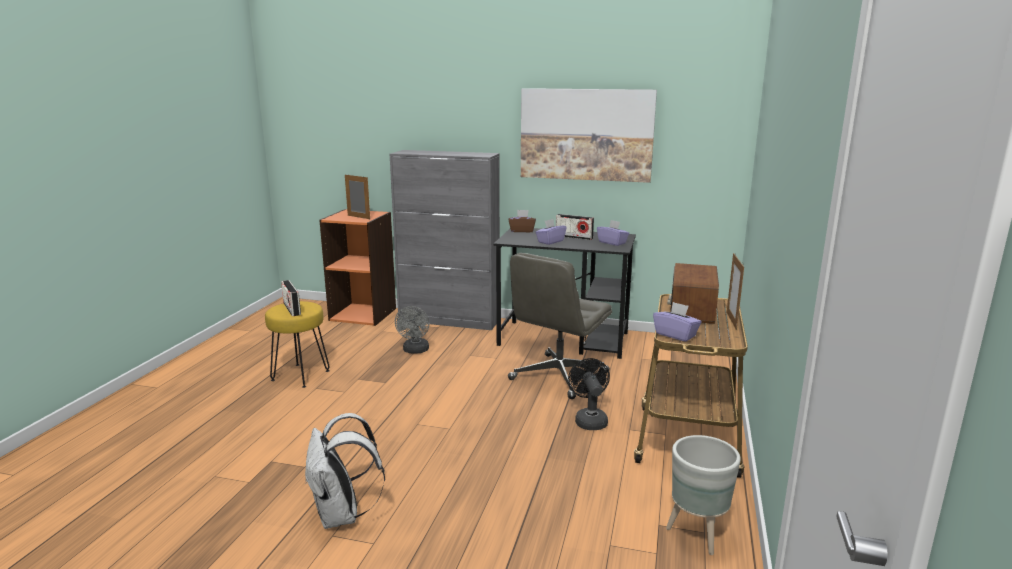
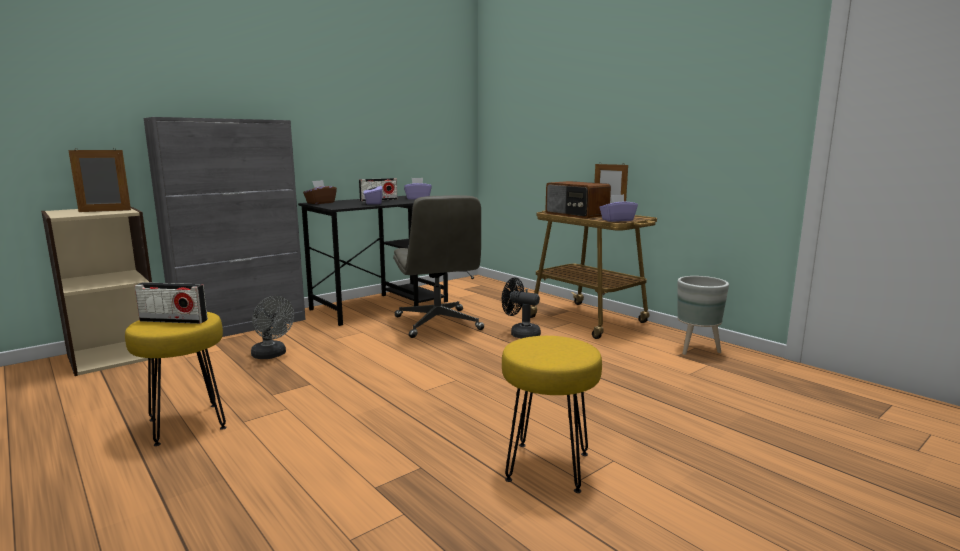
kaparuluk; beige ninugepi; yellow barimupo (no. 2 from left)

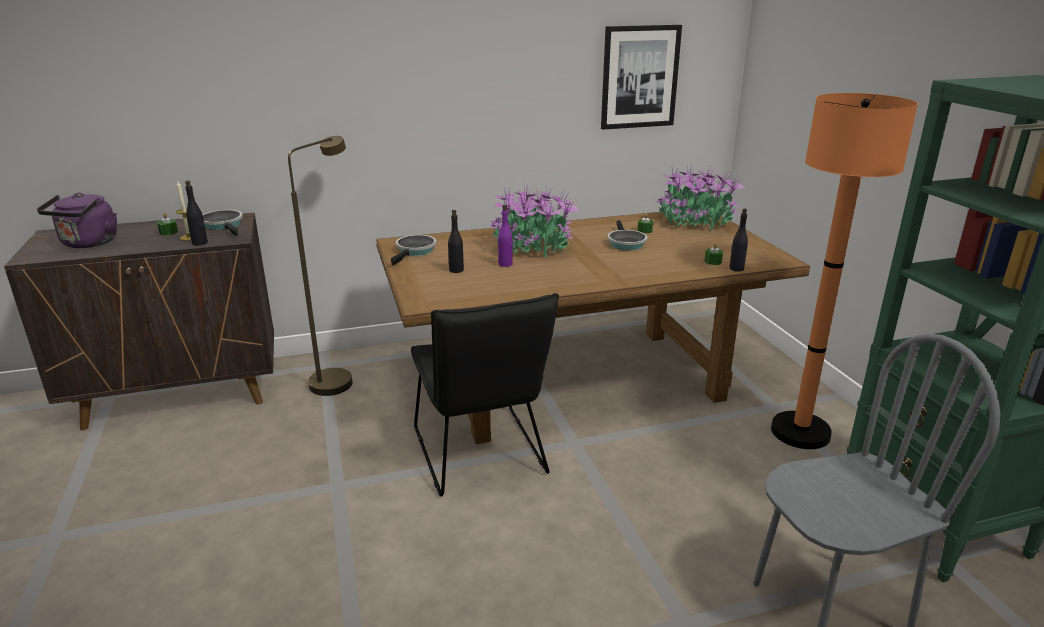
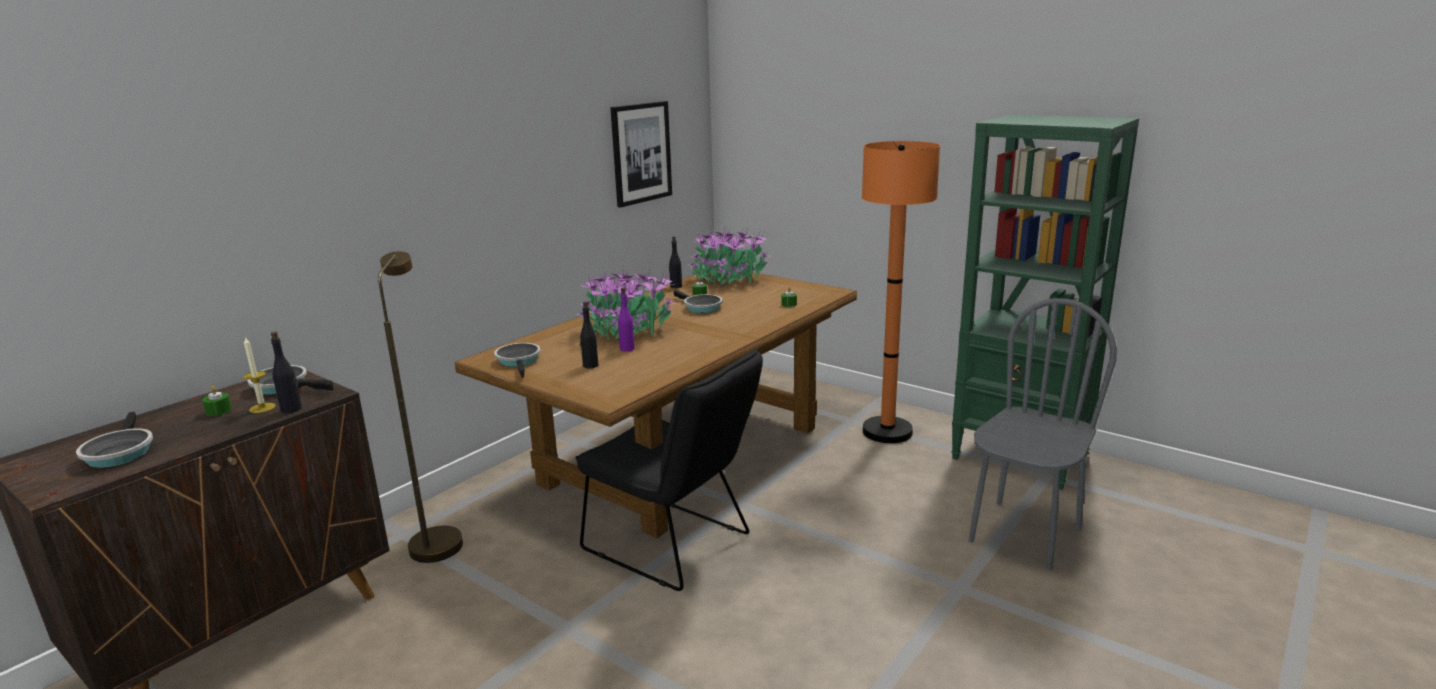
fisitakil (no. 1 from left); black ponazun (no. 3 from left)

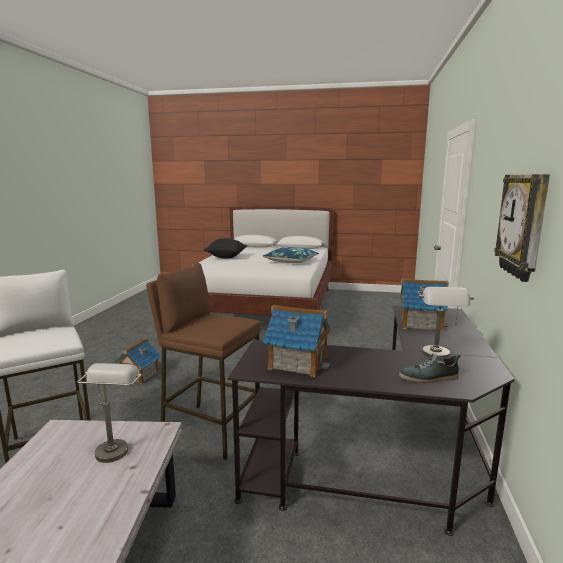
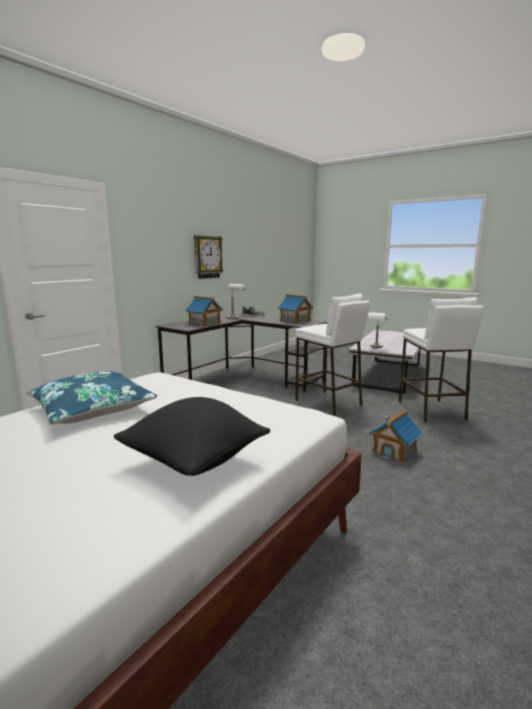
white barimupo (no. 1 from left)

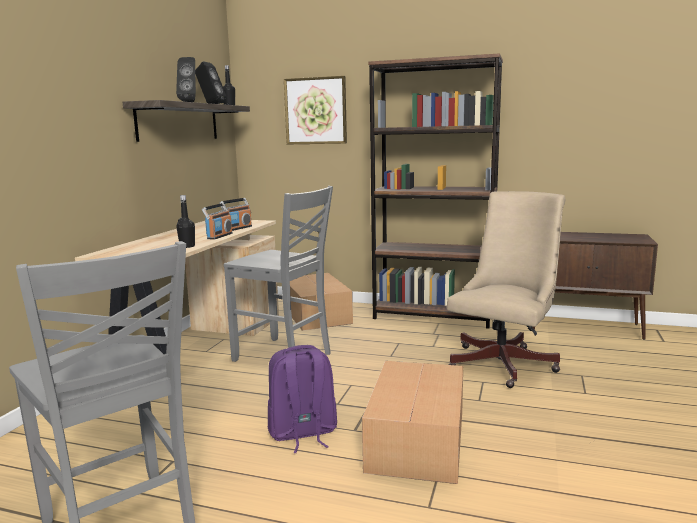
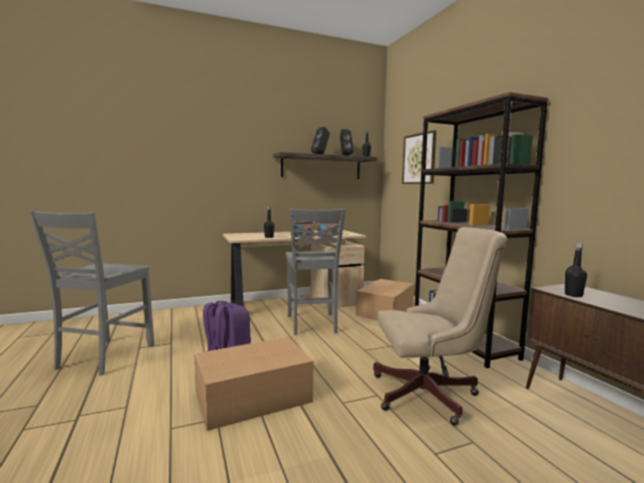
black ponazun (no. 3 from left)

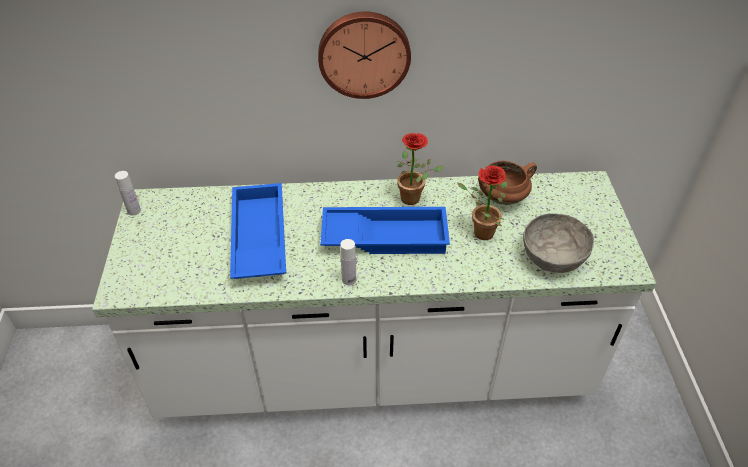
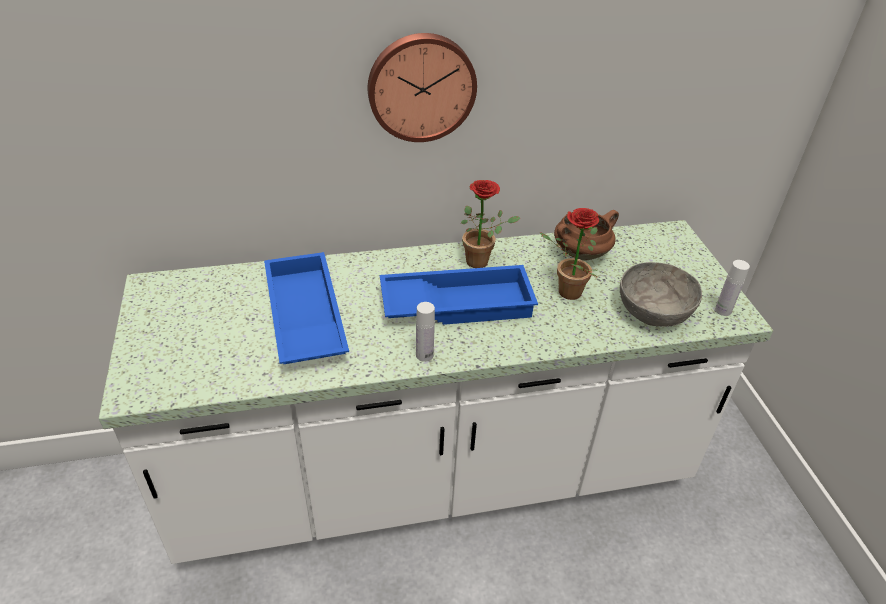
white ponazun (no. 2 from left)

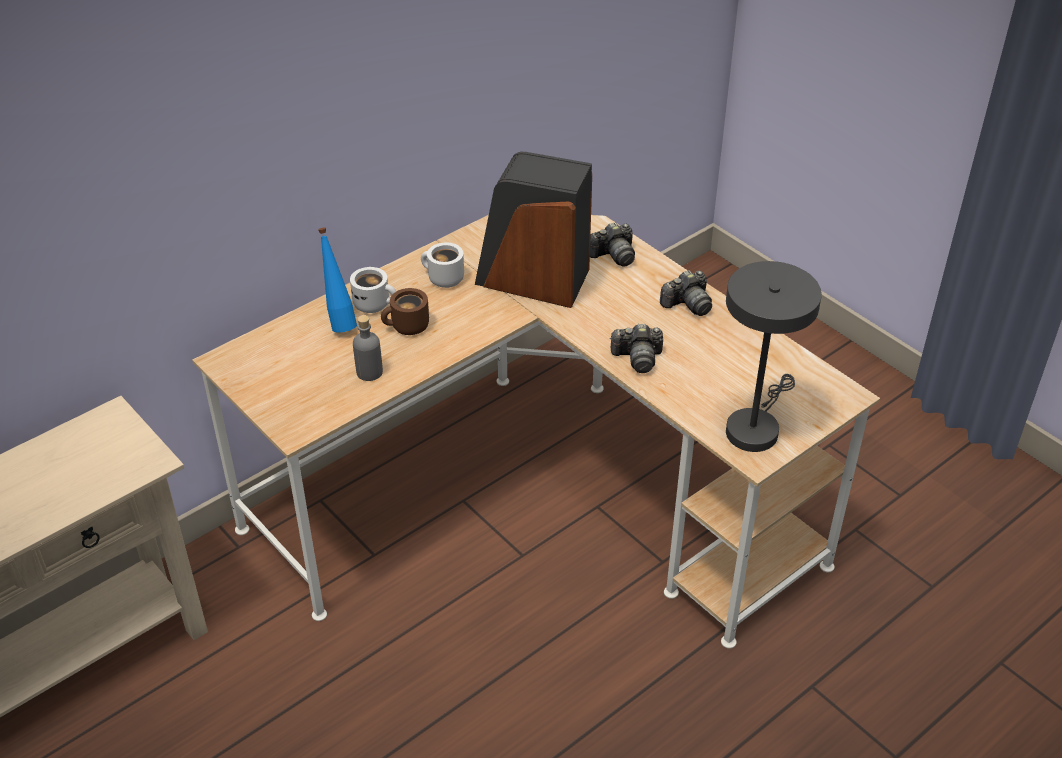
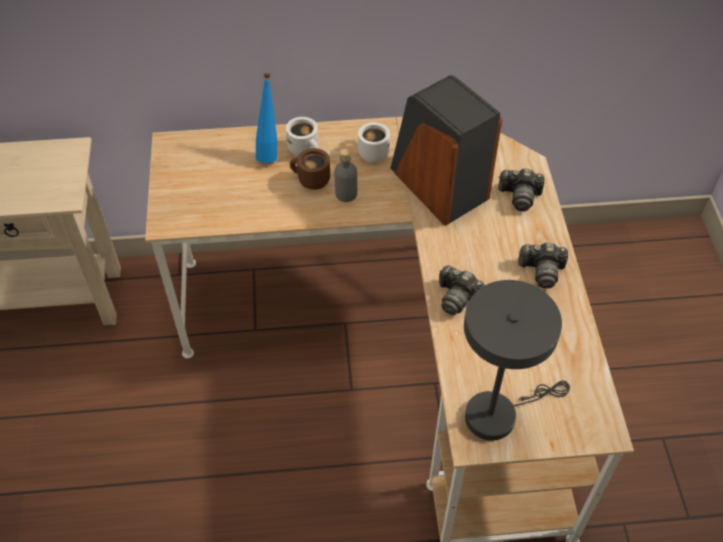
grey ponazun

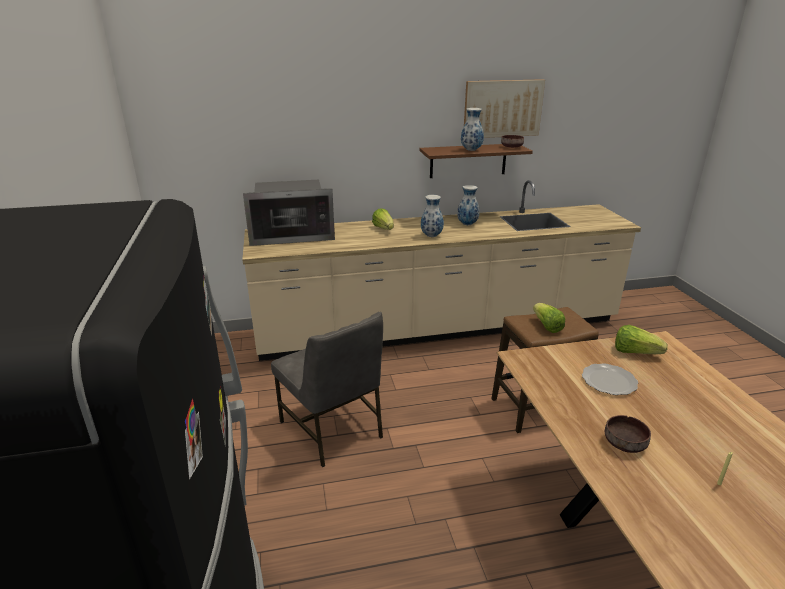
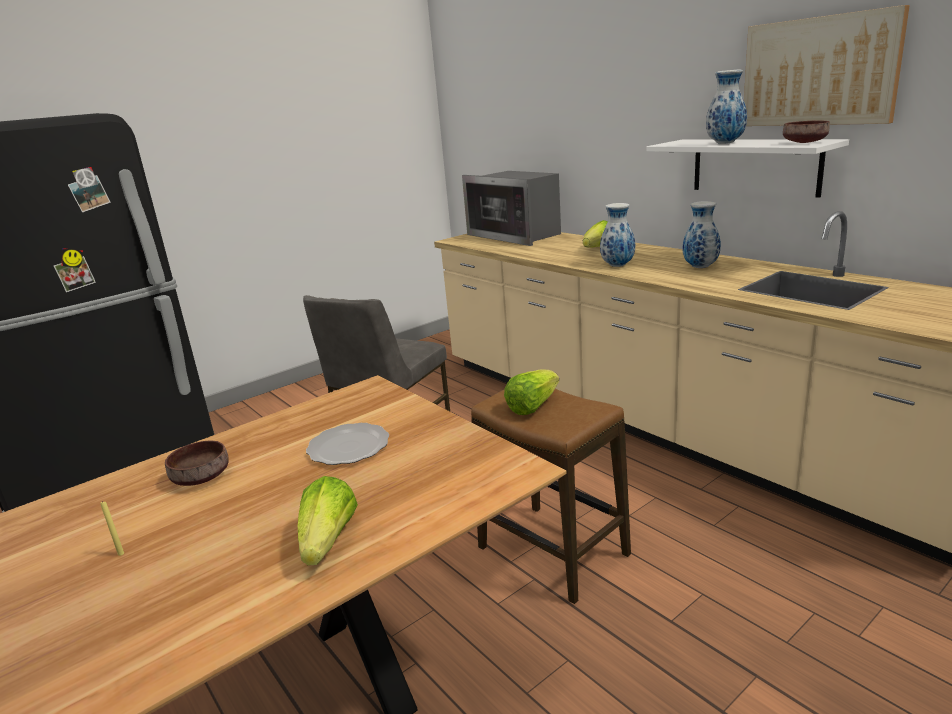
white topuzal; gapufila (no. 1 from left)

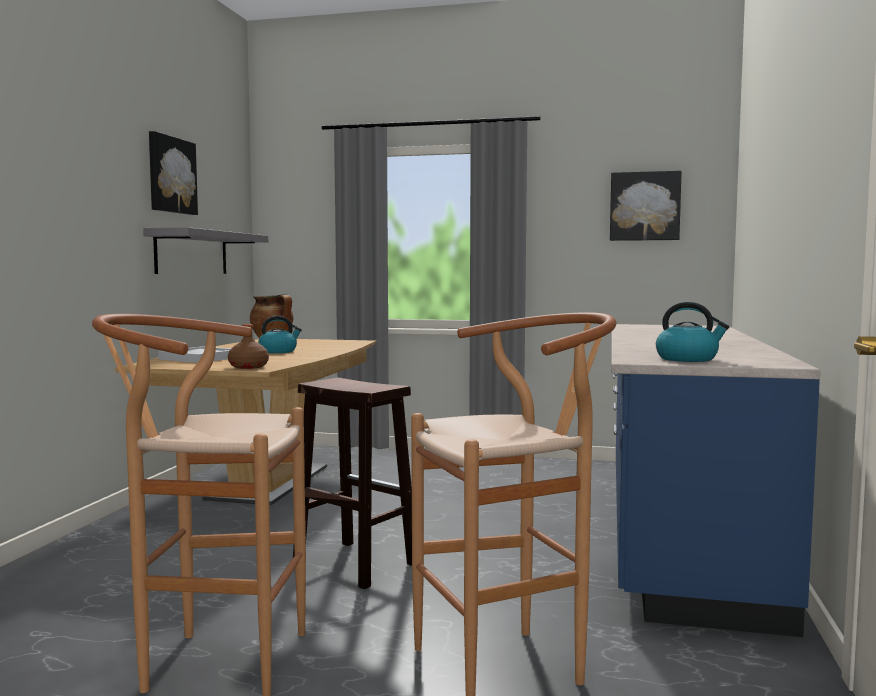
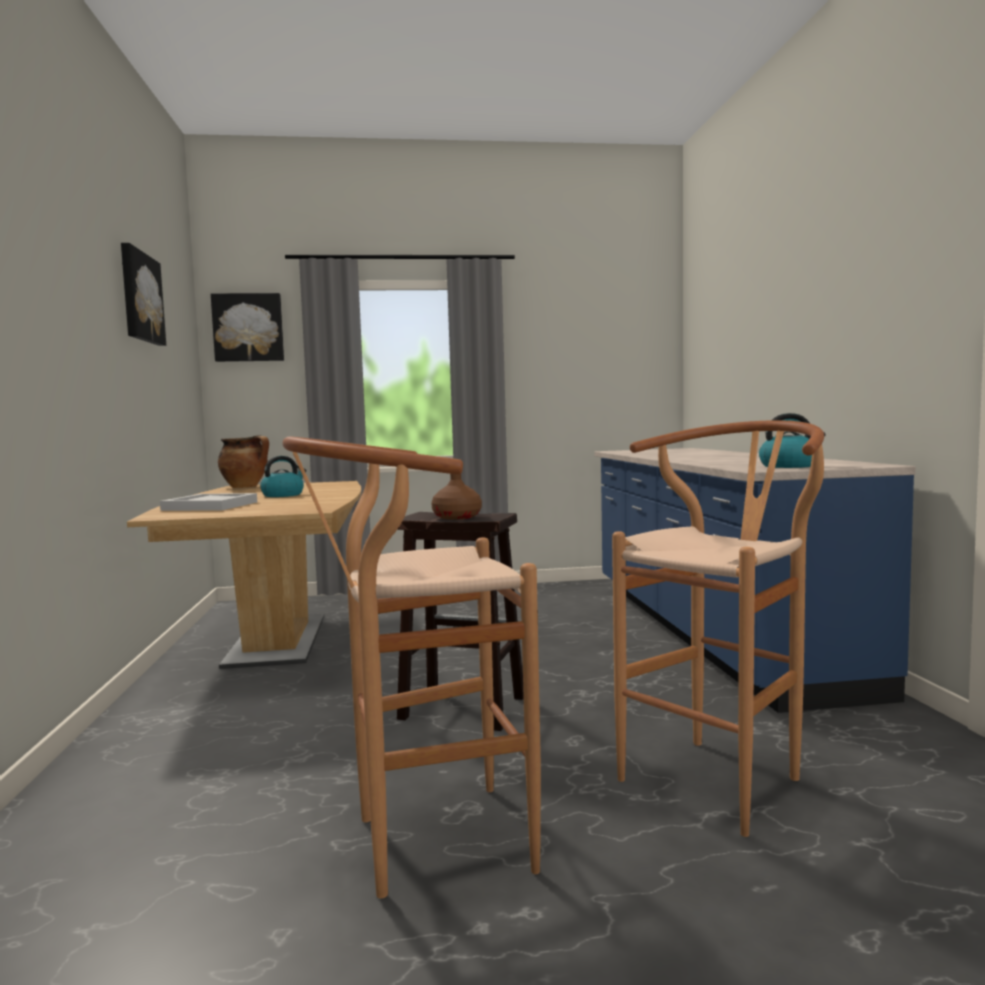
kaparuluk (no. 2 from left); grey topuzal; brown ponazun

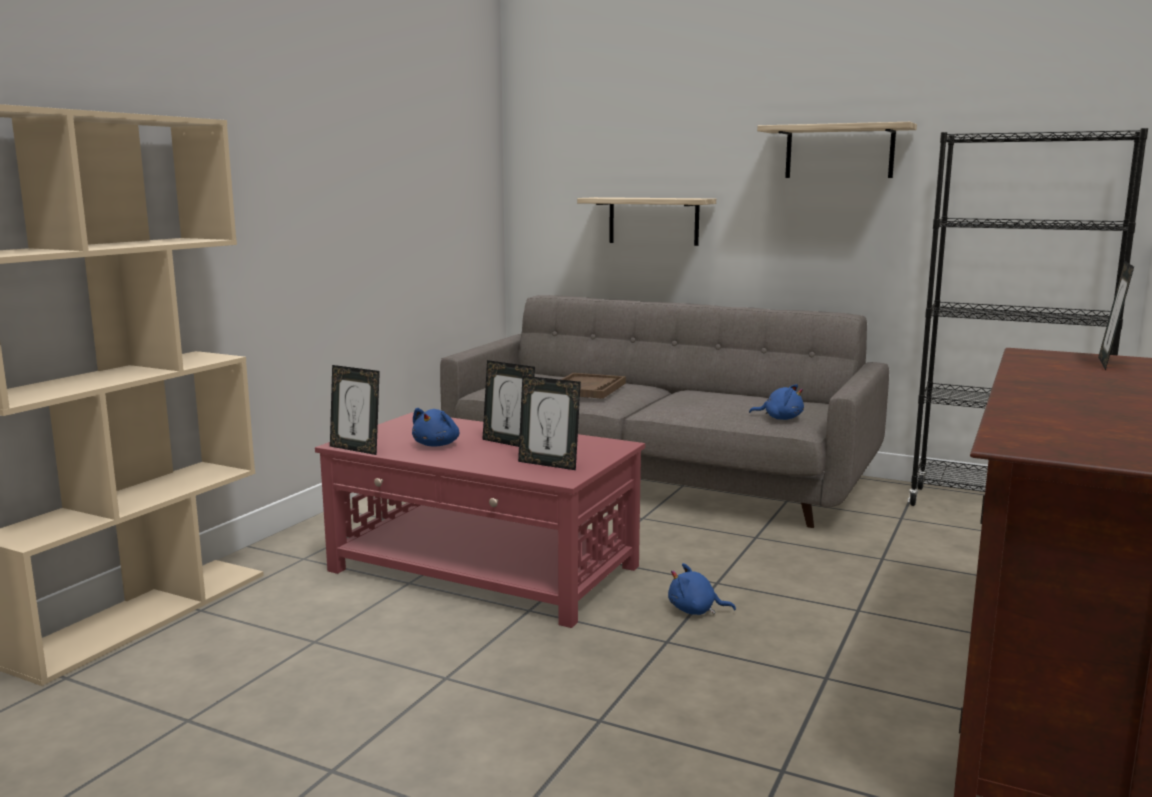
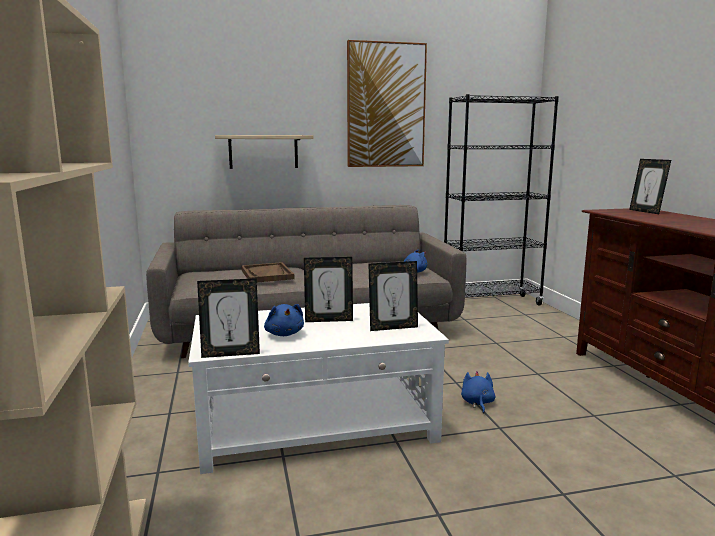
kaparuluk; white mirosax; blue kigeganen (no. 3 from left)

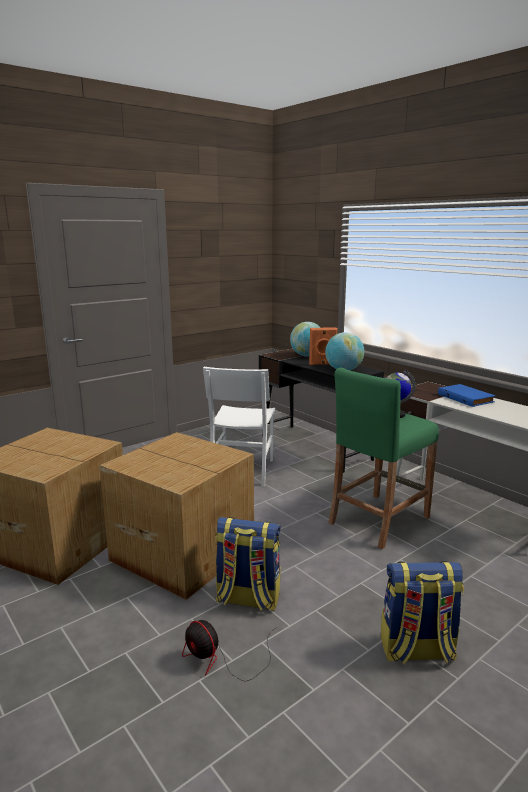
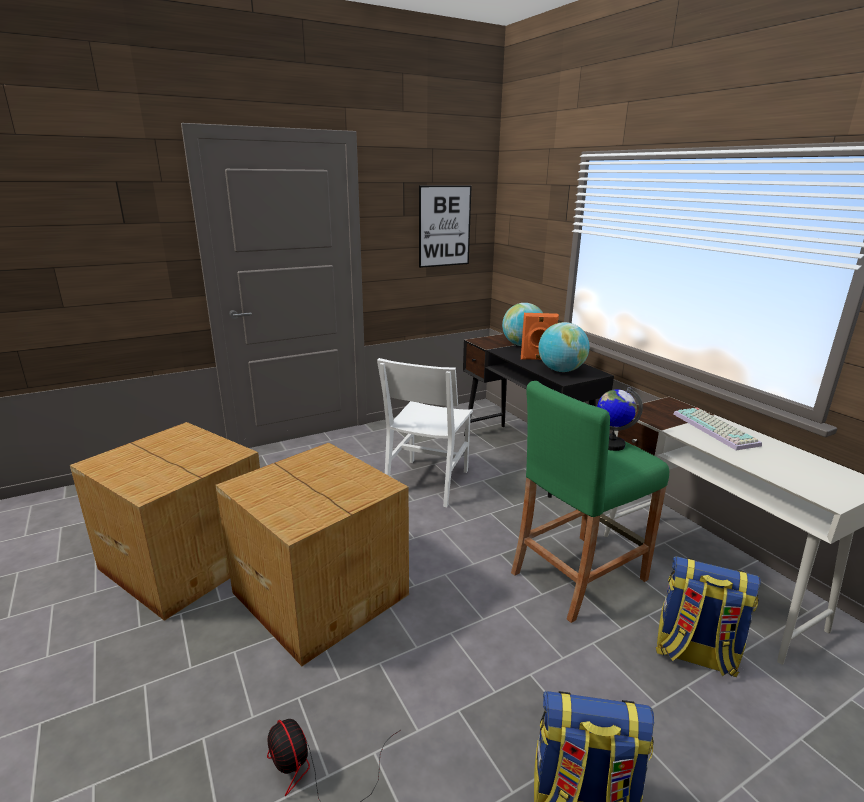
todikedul; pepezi (no. 2 from left); kaparuluk

